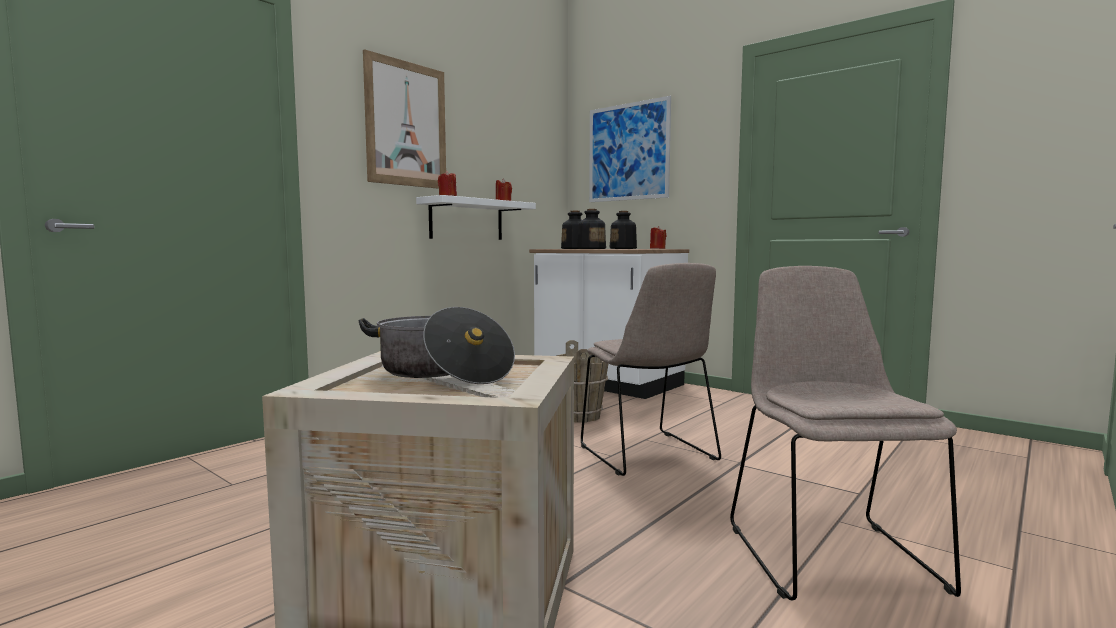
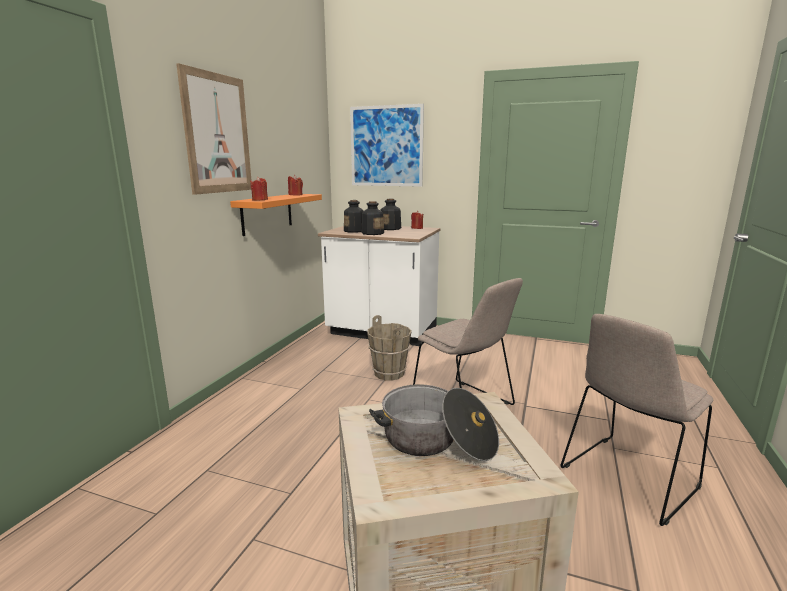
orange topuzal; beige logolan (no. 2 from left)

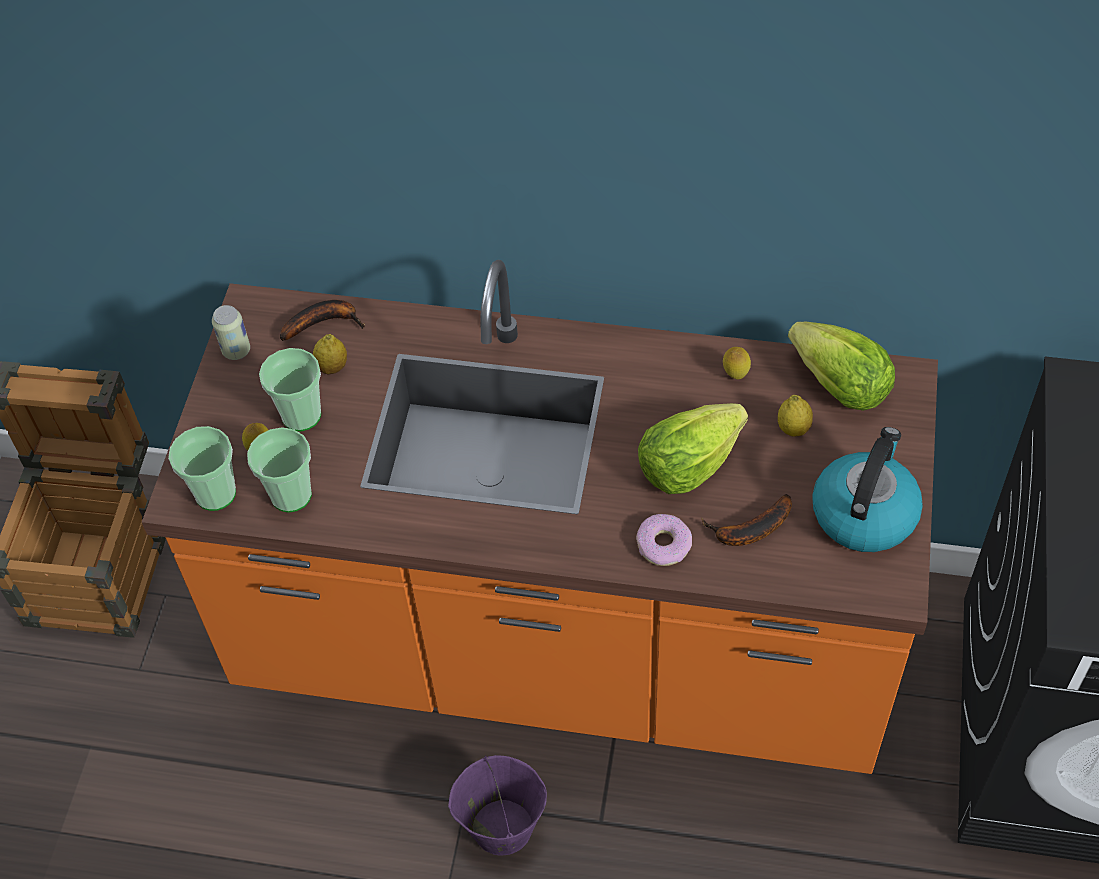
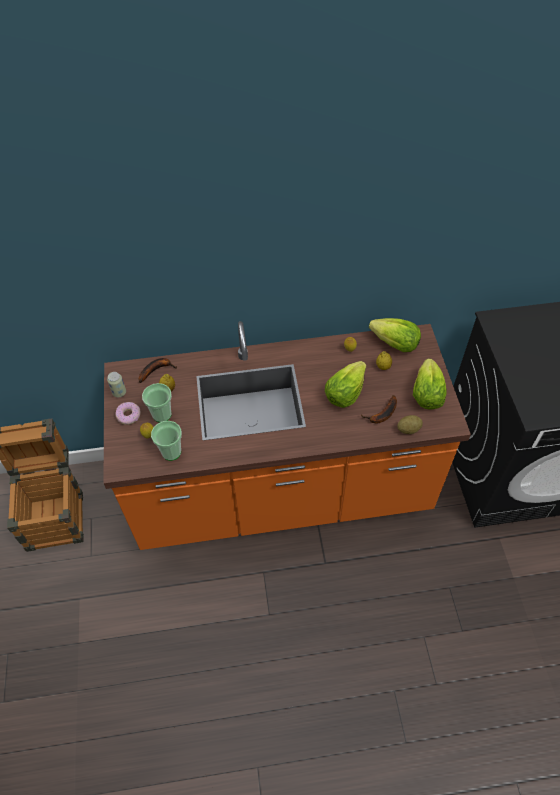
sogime (no. 1 from left in the first image); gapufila (no. 3 from left); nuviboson; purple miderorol; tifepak

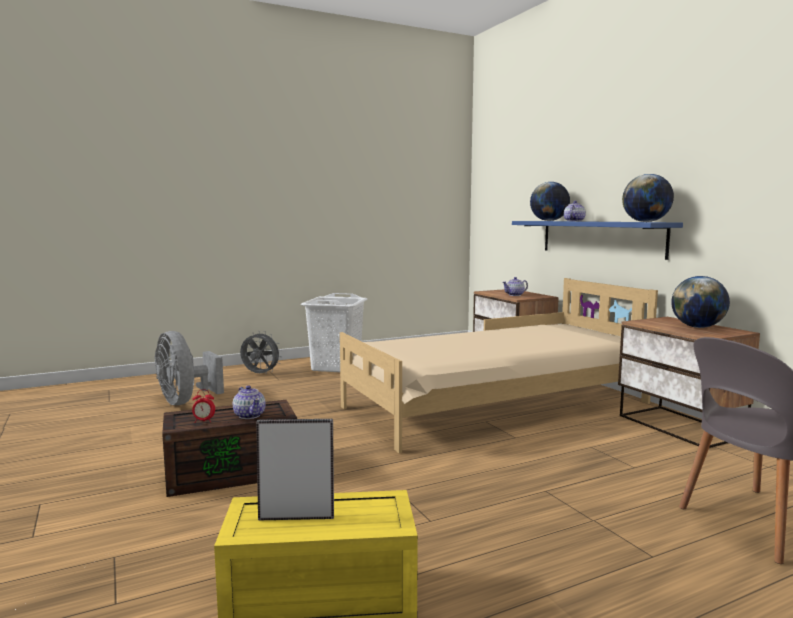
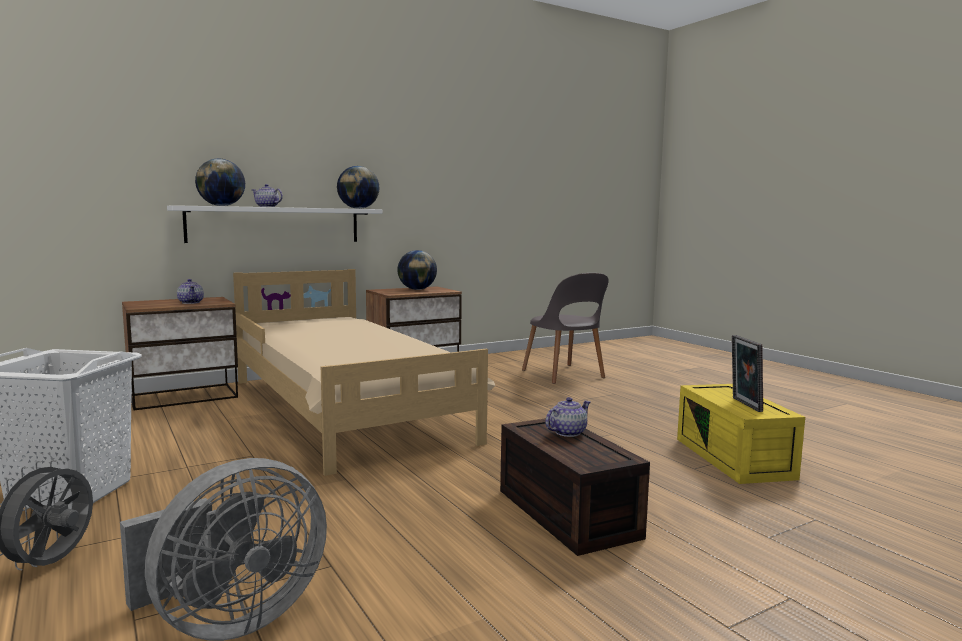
white topuzal; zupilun

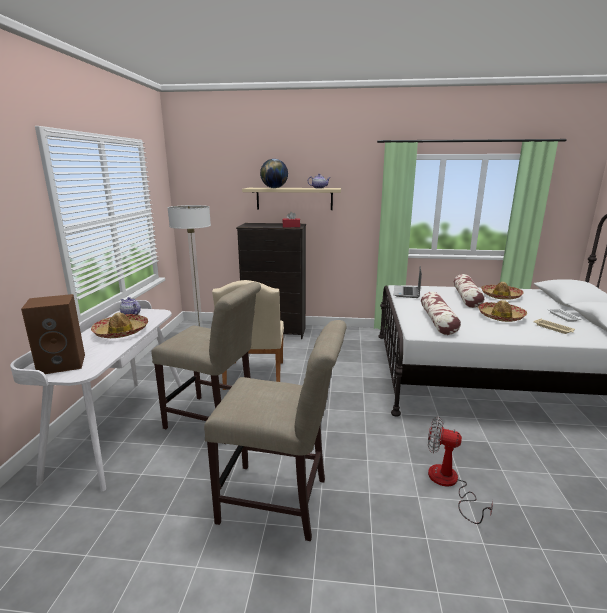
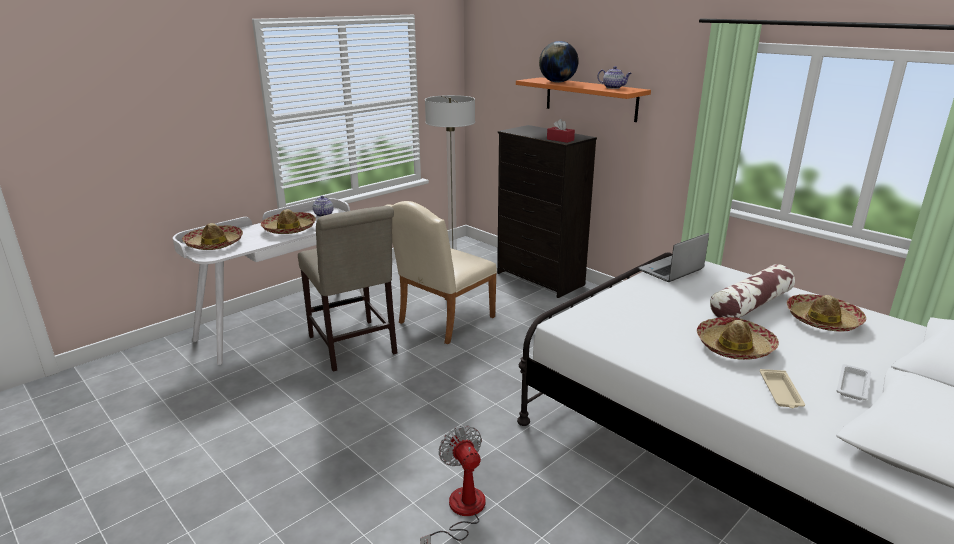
orange topuzal; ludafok (no. 1 from left in the first image); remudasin (no. 1 from left); beige logolan (no. 3 from left in the first image)

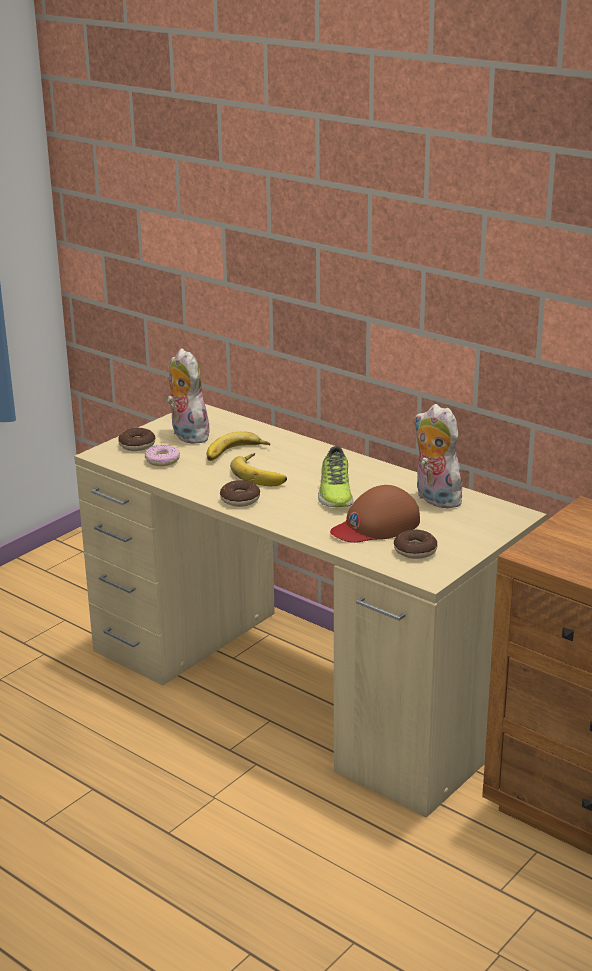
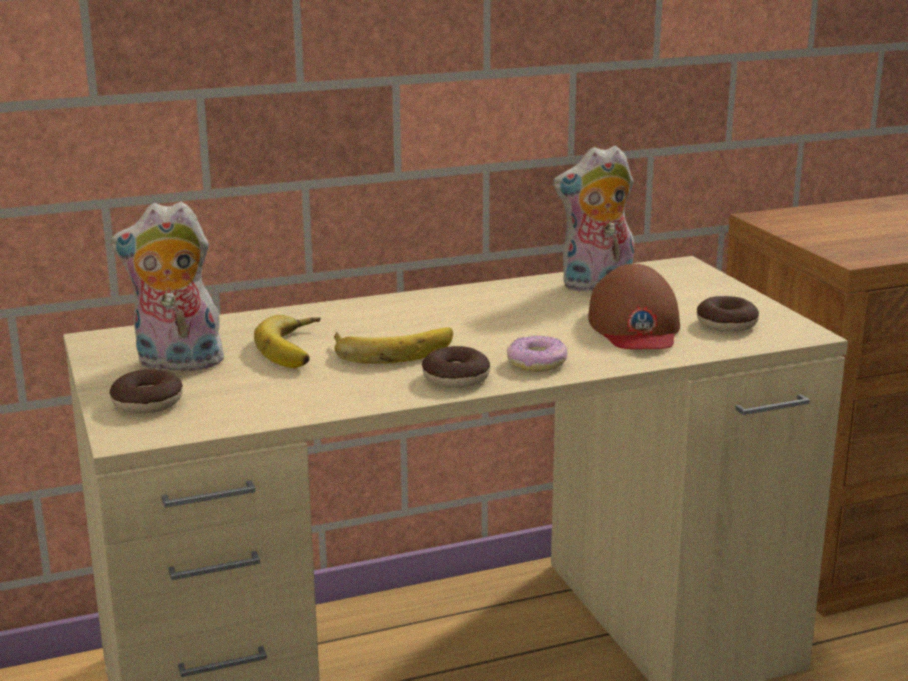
nuviboson (no. 3 from left); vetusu

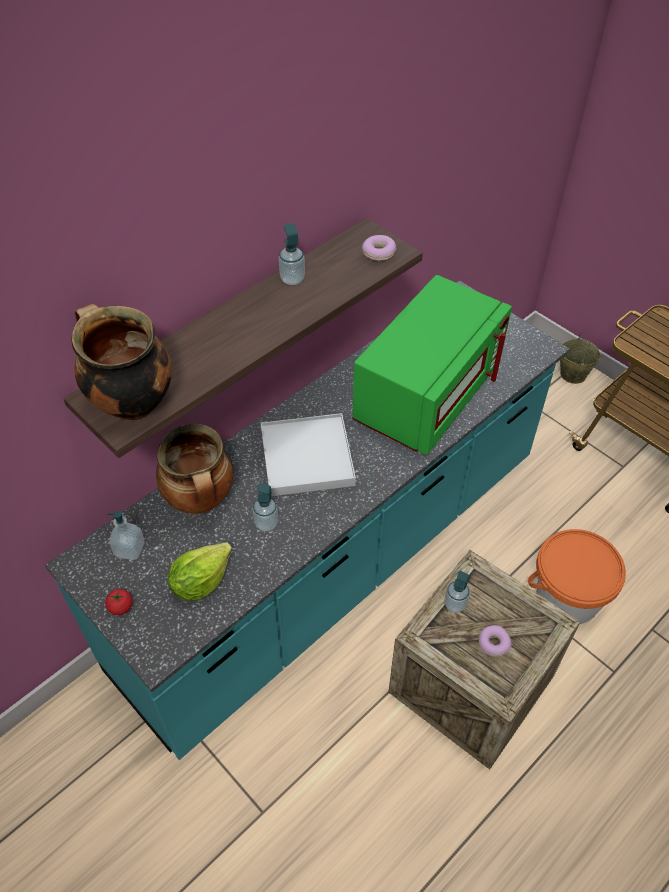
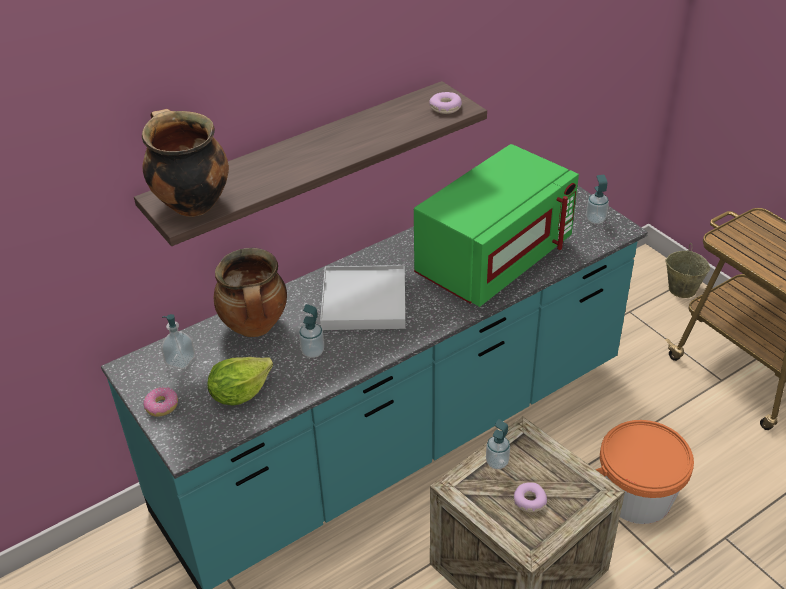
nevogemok (no. 4 from left); nuviboson (no. 1 from left)

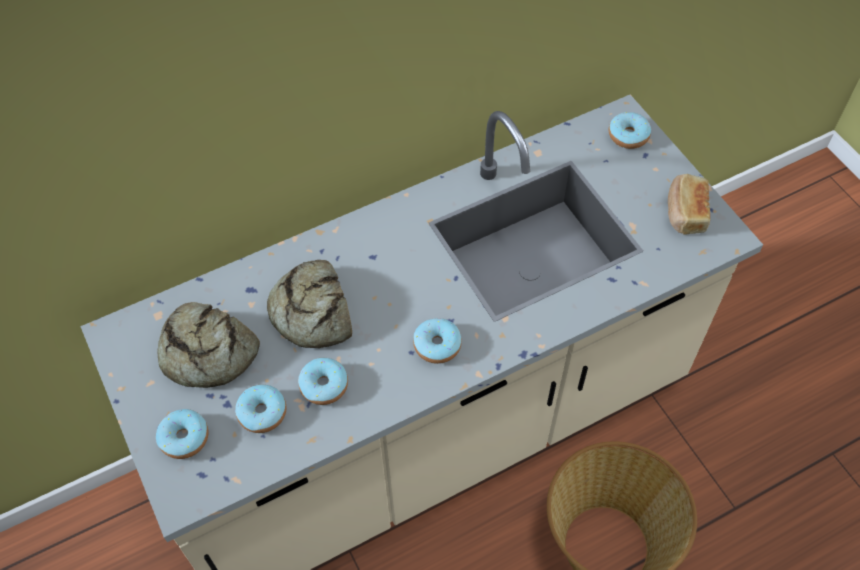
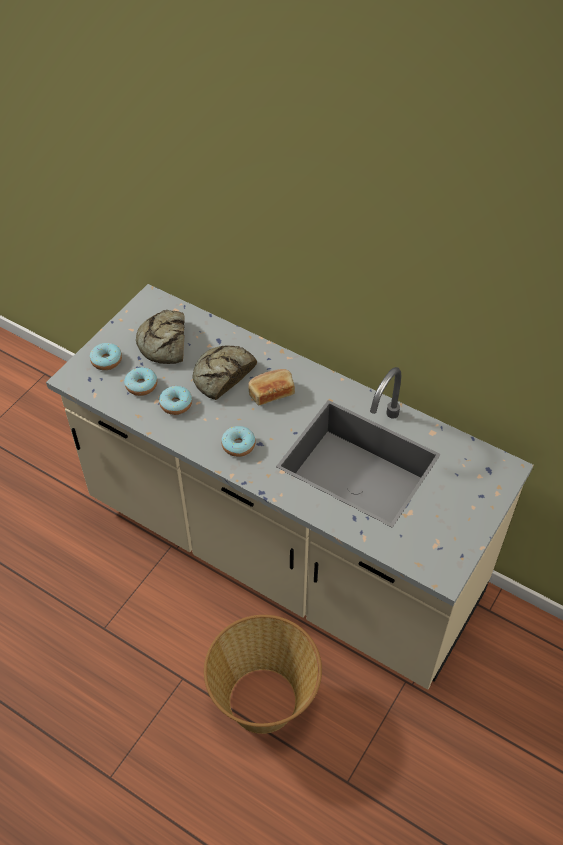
nuviboson (no. 5 from left in the first image); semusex (no. 3 from left)

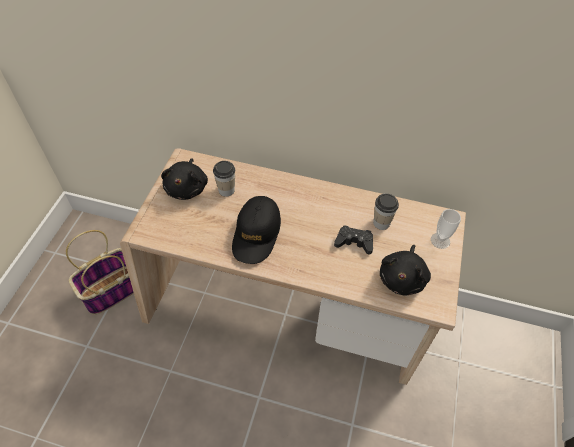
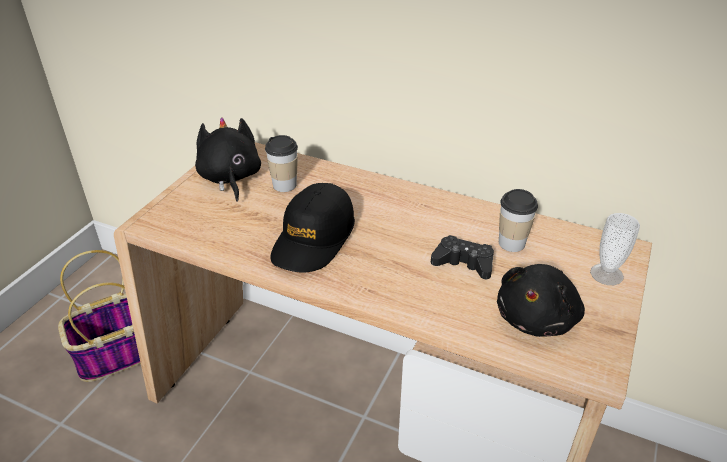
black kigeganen (no. 1 from left)

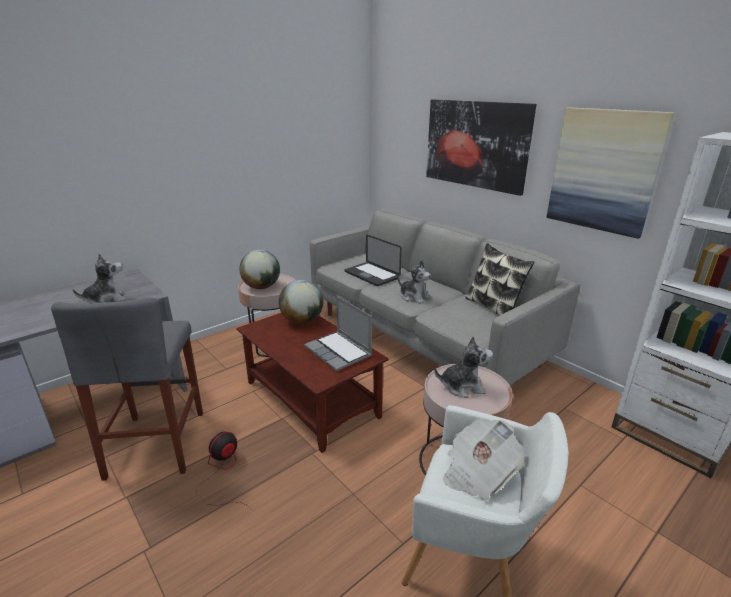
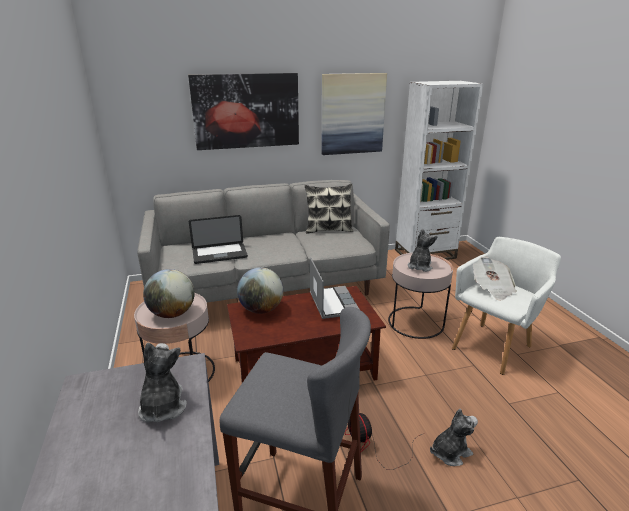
kigeganen (no. 3 from left); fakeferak (no. 2 from left)

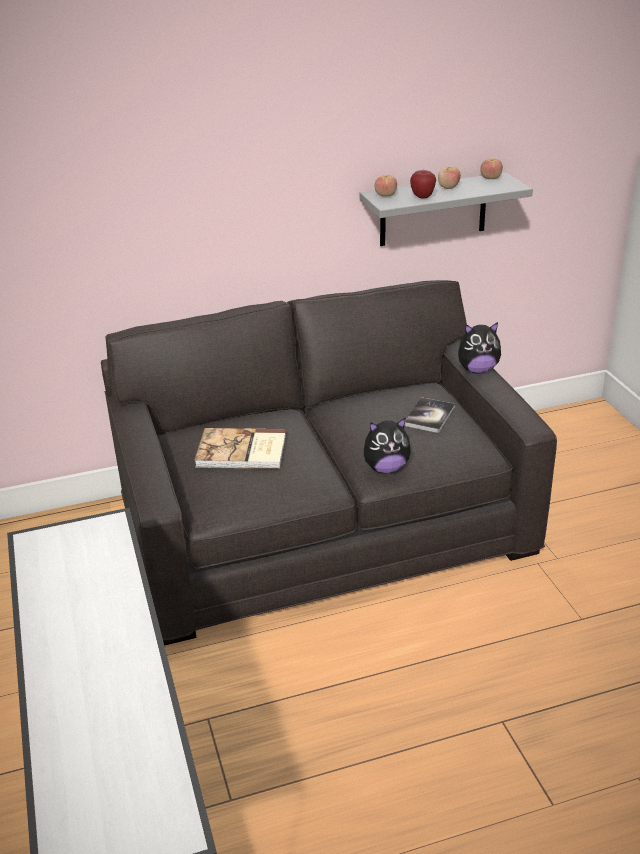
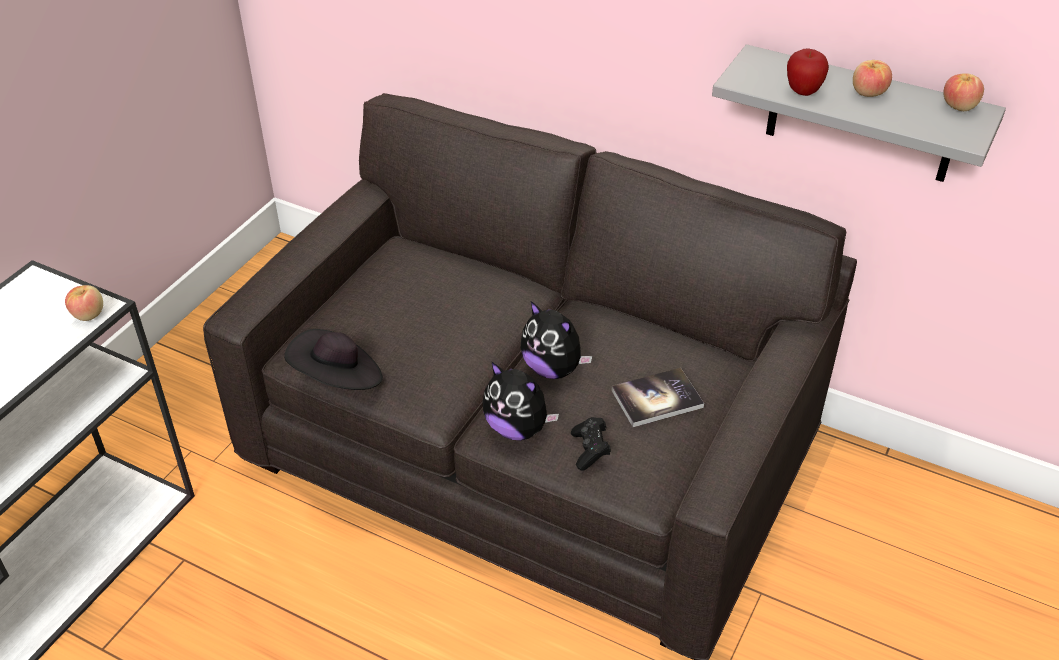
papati (no. 1 from left); kigeganen (no. 2 from left); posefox (no. 1 from left in the first image); black remudasin; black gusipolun

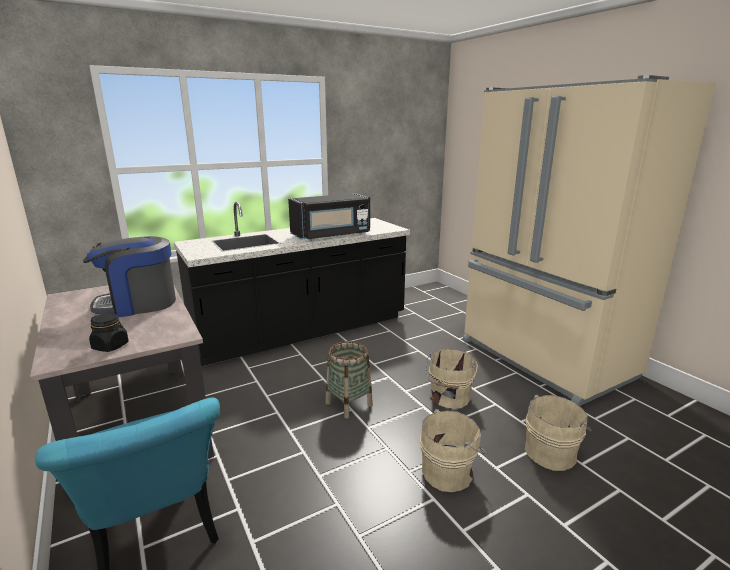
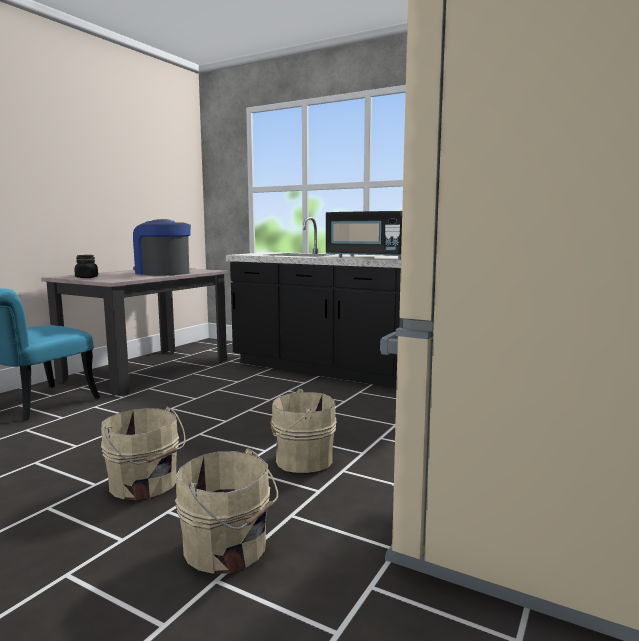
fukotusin

